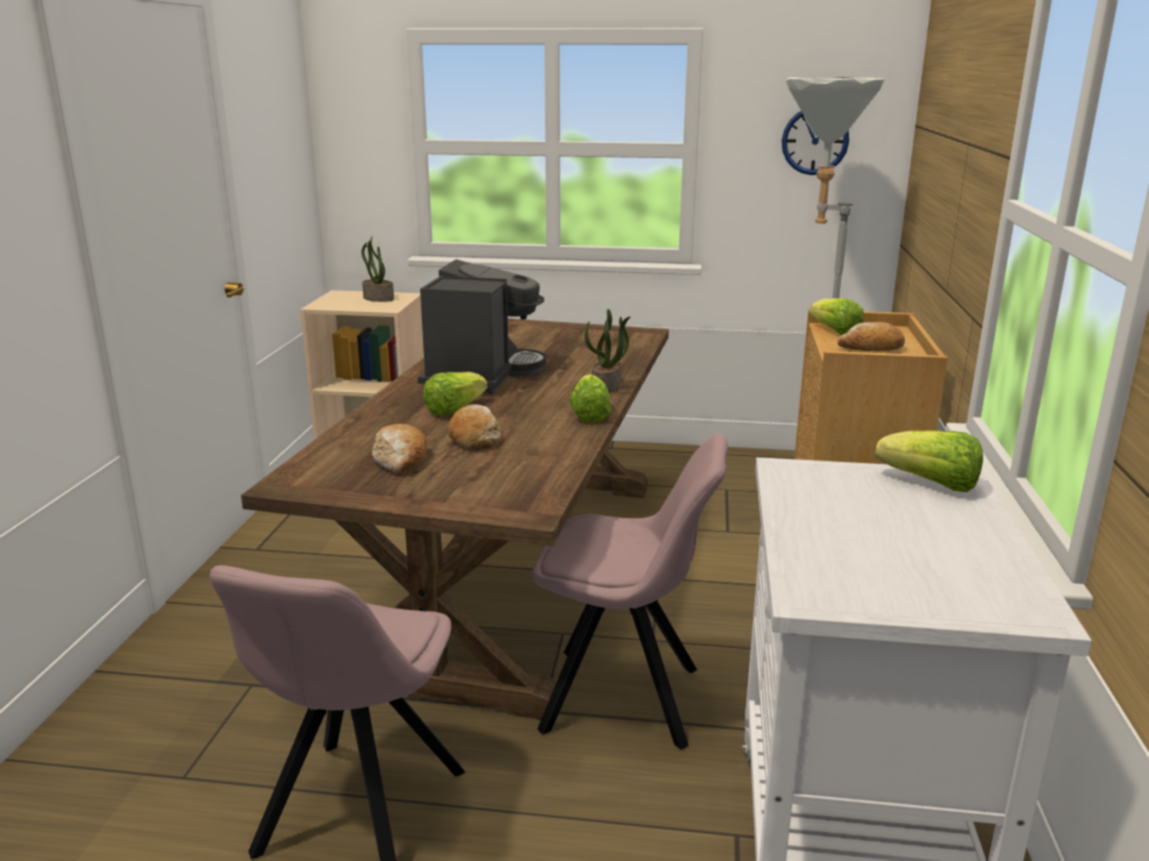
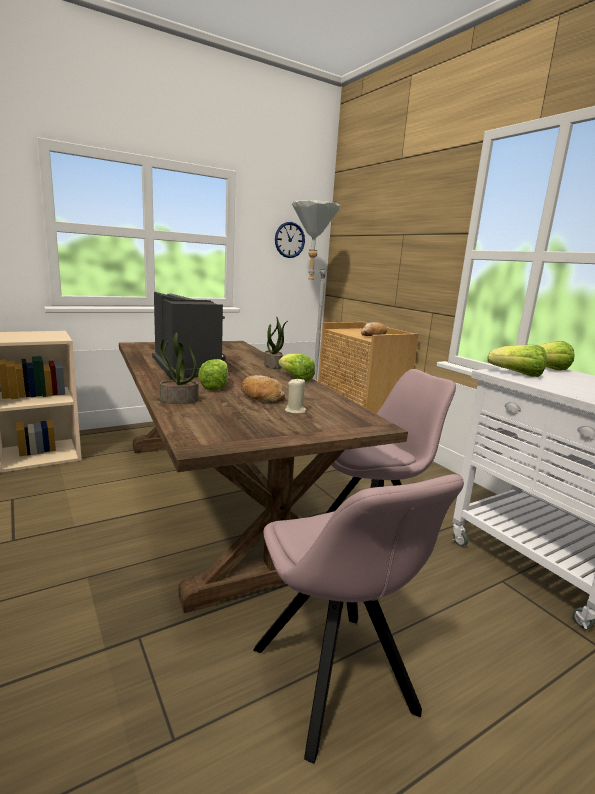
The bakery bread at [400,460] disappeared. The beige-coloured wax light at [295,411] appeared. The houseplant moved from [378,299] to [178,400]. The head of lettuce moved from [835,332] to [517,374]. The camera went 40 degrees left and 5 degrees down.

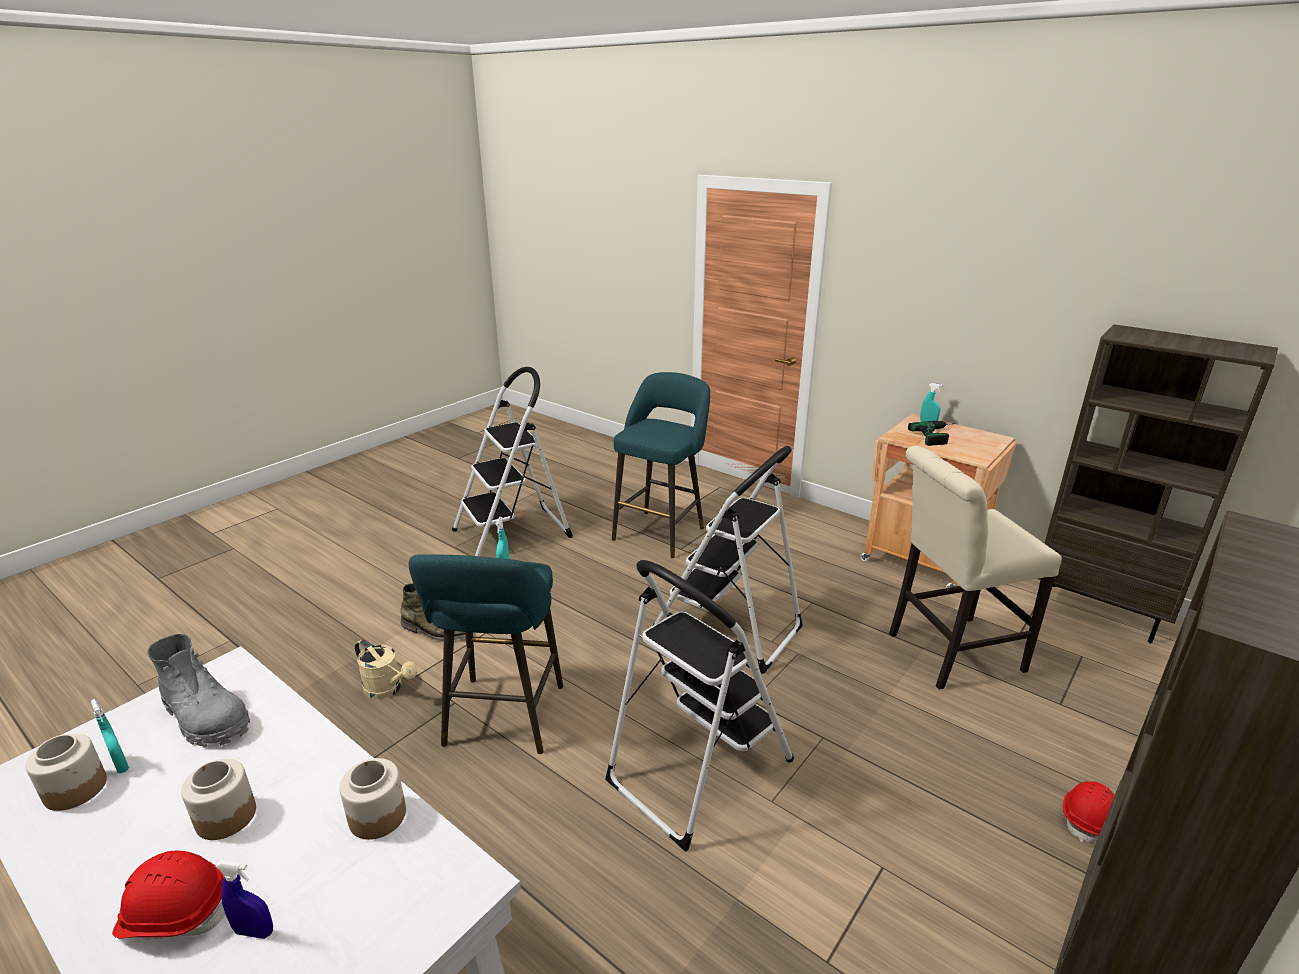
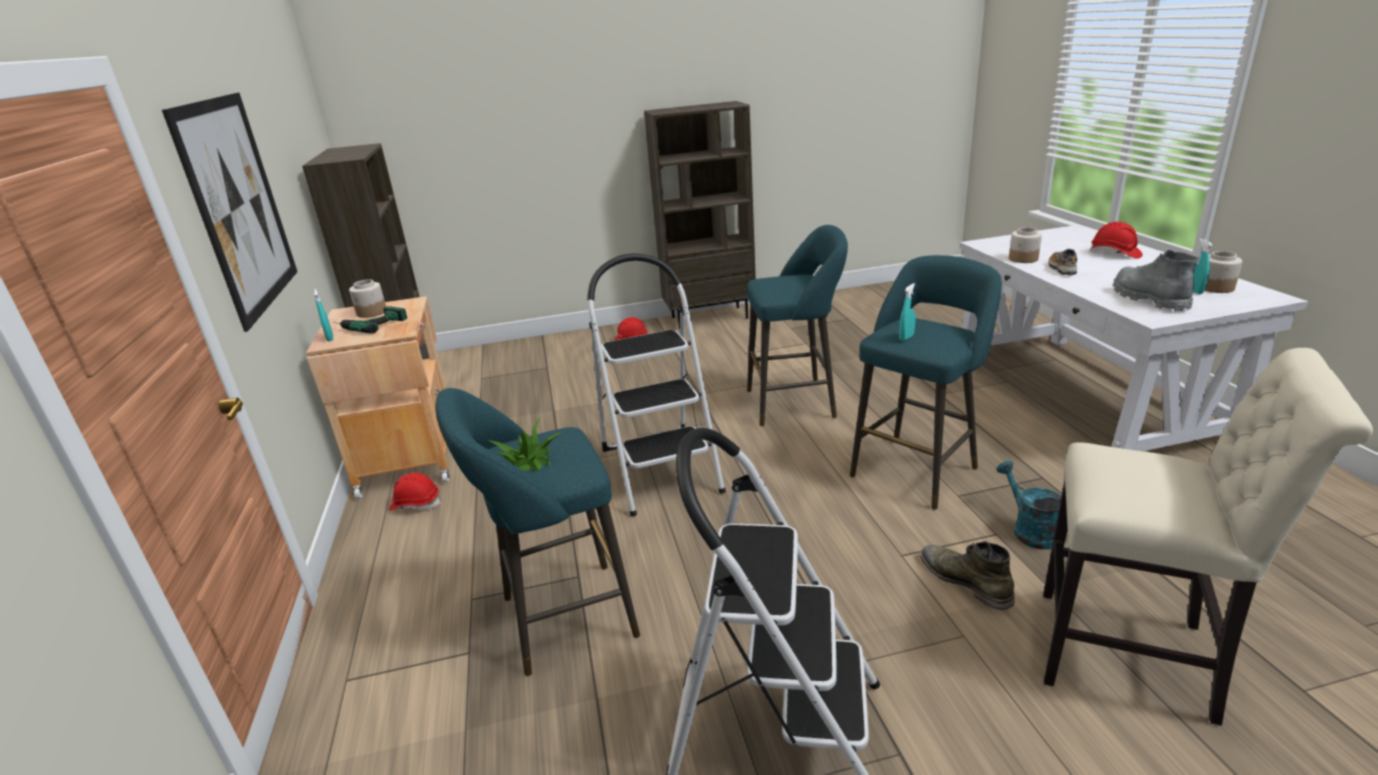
The blue-coloured sprayer at [254,931] disappeared. The wall art at [239,205] appeared. The red-coloured work helmet at [415,504] appeared. The houseplant at [528,461] appeared. The shoe at [1062,269] appeared. The jar moved from [225,816] to [371,312]. The beige-coloured stool seat moved from [947,653] to [1136,658]. The step ladder at [695,772] was replaced by the turquoise stool seat at [796,403]. The beige-coloured watering can at [388,689] became the turquoise watering can at [1029,530]. The camera went 140 degrees left and 0 degrees up.

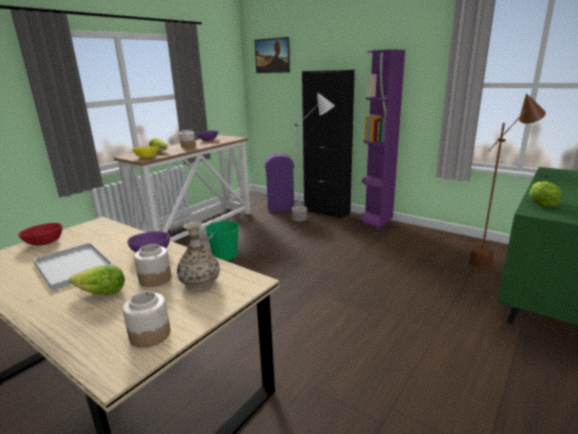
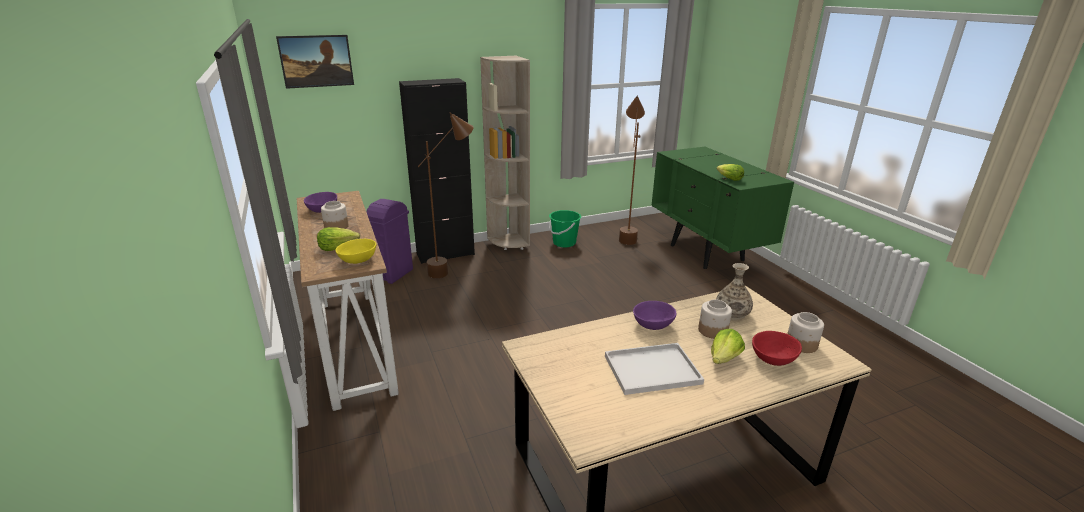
The red-coloured deep dish moved from [45,243] to [773,358]. The greenish water bucket moved from [225,255] to [564,243]. The grey standard lamp at [311,220] became the brown-coloured standard lamp at [453,269]. The purple-coloured shelving unit at [374,223] became the beige-coloured shelving unit at [509,245]. The camera went 60 degrees left and 5 degrees up.

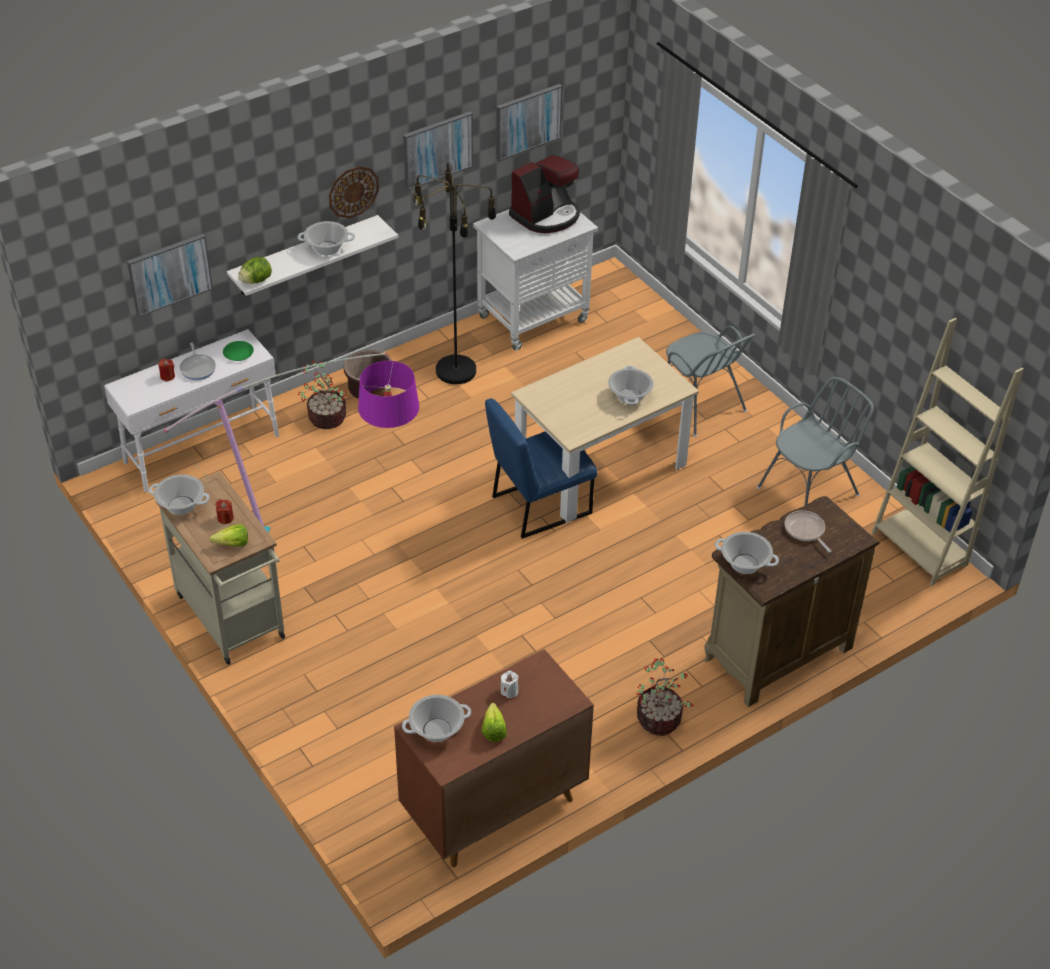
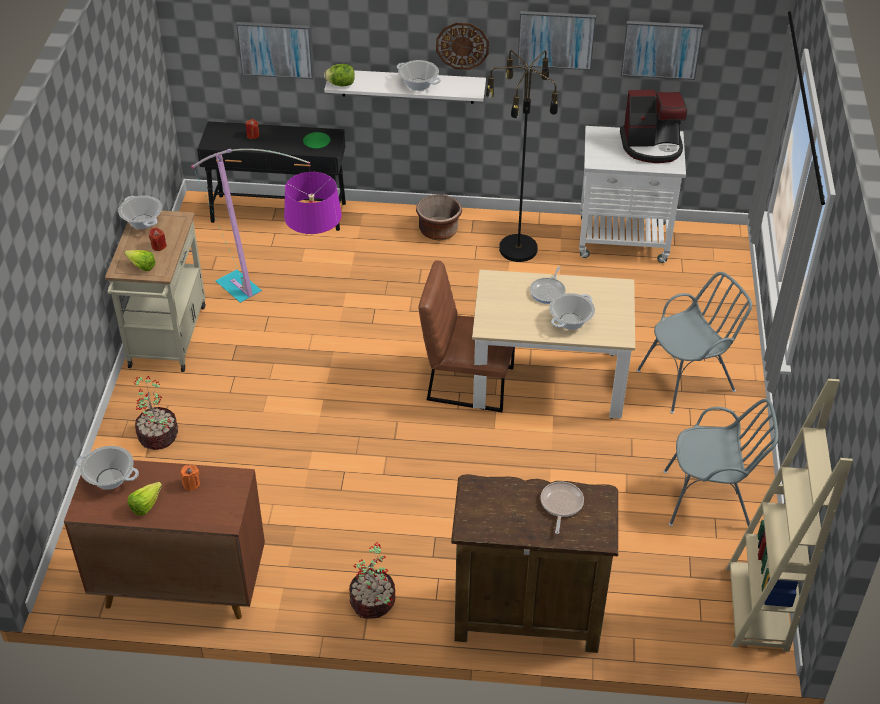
The cooking pot at [745,564] disappeared. The frying pan moved from [198,368] to [548,291]. The houseplant moved from [326,417] to [157,435]. The white-coloured narrow table at [202,450] became the blackish narrow table at [278,213]. The blue-coloured chair at [538,505] became the brown-coloured chair at [467,382]. The white-coloured wax light at [509,691] became the orange-coloured wax light at [191,484]. The grey chair at [700,406] turned 120 degrees counterclockwise. The camera went 40 degrees right and 0 degrees up.

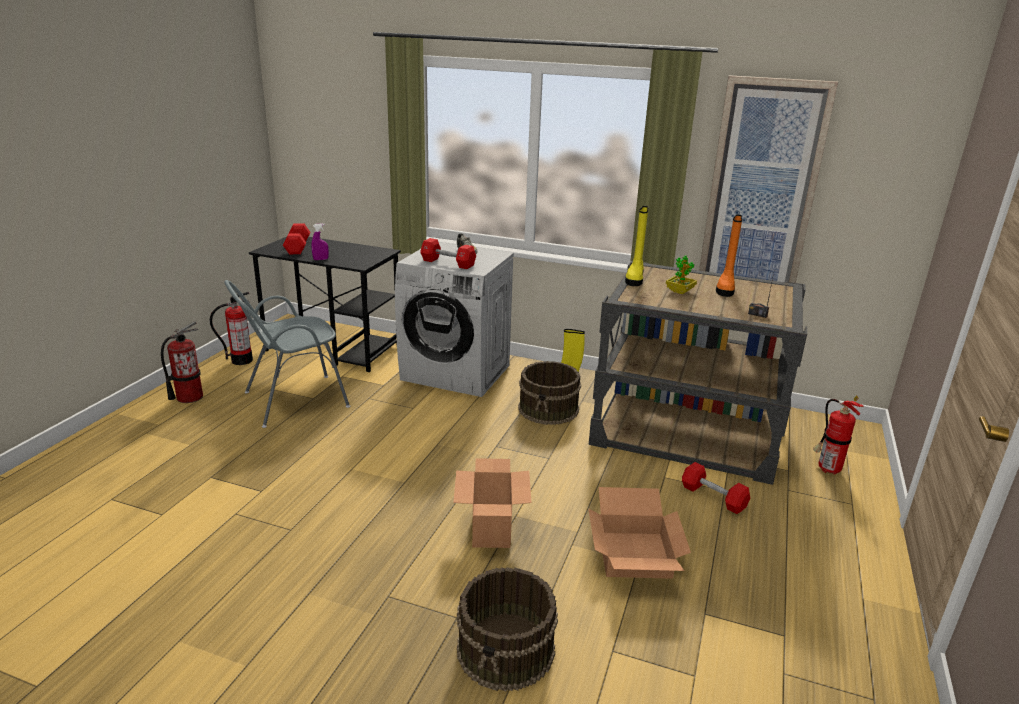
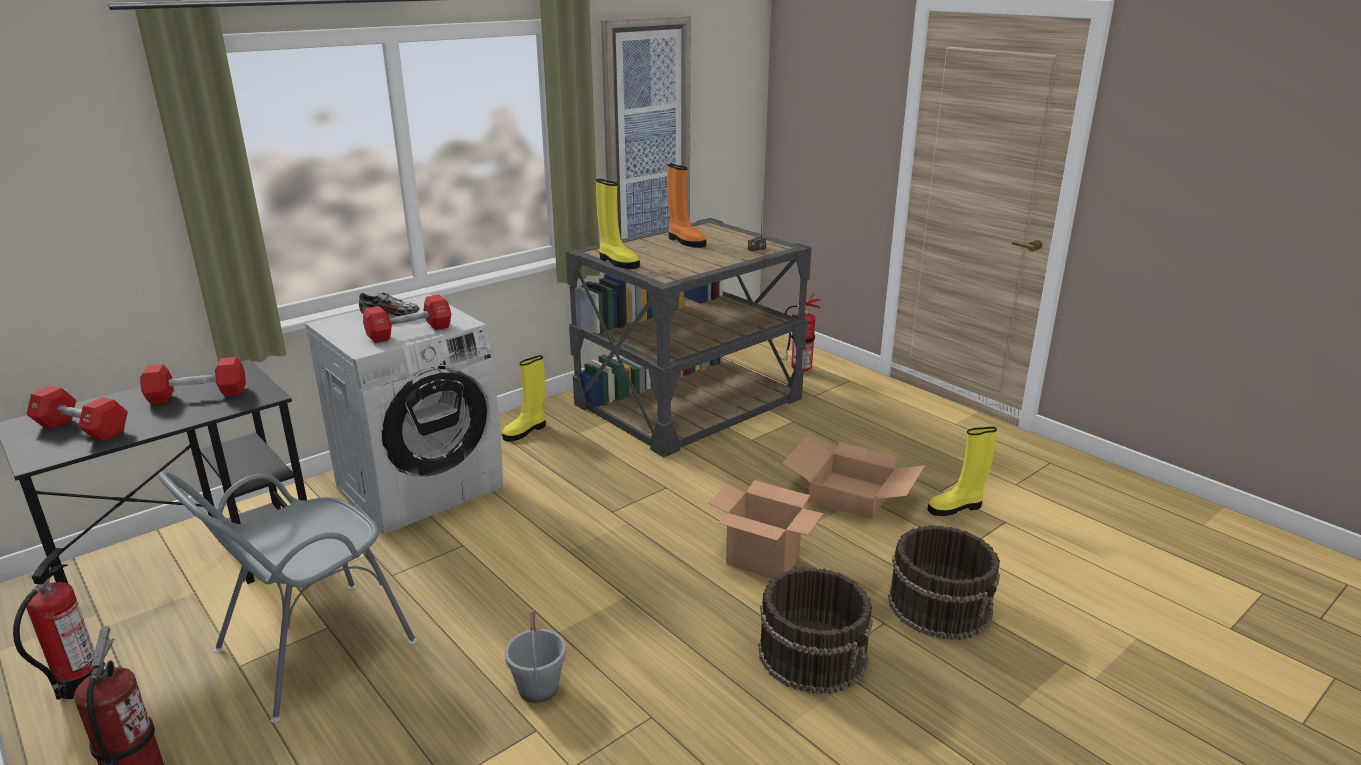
The purple-coloured sprayer at [321,259] disappeared. The houseplant at [679,291] disappeared. The grey water bucket at [538,688] appeared. The yellowish boot at [956,507] appeared. The brown-coloured water bucket moved from [549,409] to [813,654]. The red-coloured free weight moved from [713,497] to [197,395]. The grey chair at [292,400] turned 45 degrees clockwise. The camera went 60 degrees left and 0 degrees up.

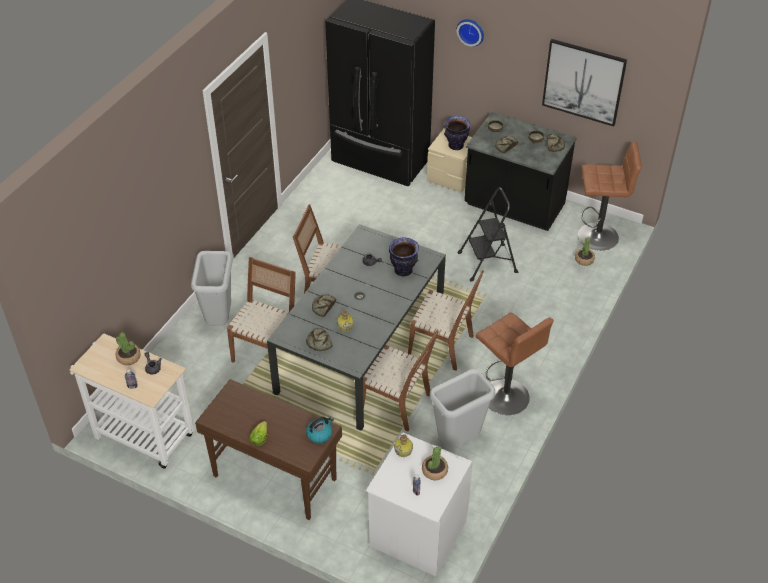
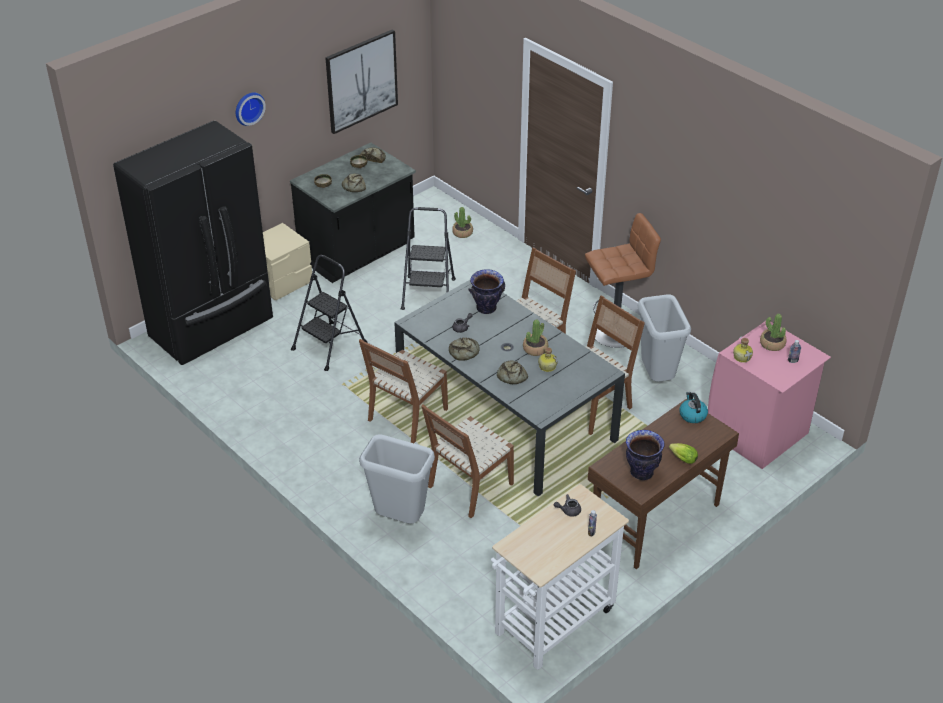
The brown-coloured stool seat at [598,237] disappeared. The blackish step ladder at [331,344] appeared. The houseplant moved from [129,357] to [535,349]. The bakery bread moved from [319,342] to [464,352]. The vase moved from [456,146] to [642,472]. The white-coloured laundry appliance at [416,534] became the pinkish laundry appliance at [757,433]. The chair at [266,349] turned 90 degrees counterclockwise. The camera went 70 degrees left and 5 degrees down.

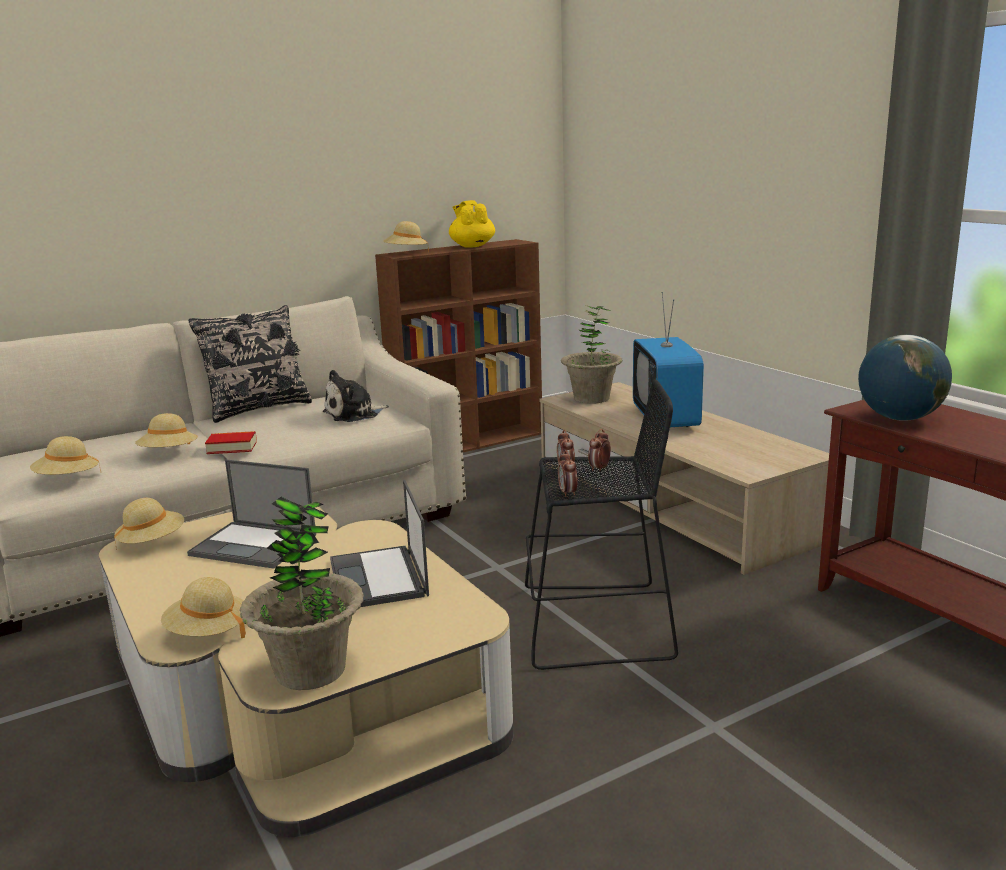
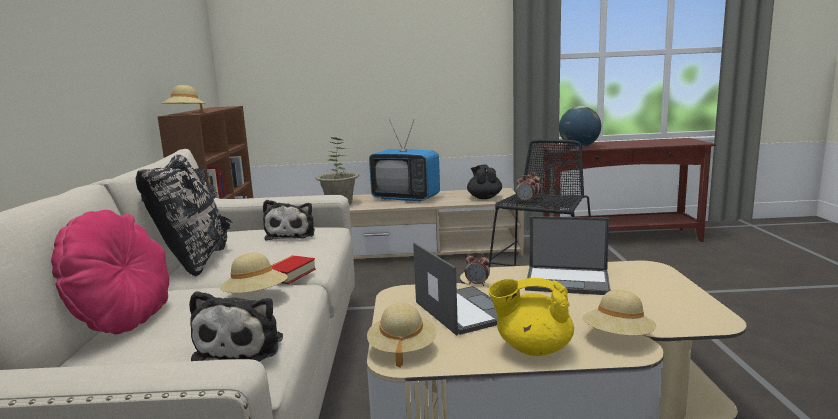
The houseplant at [310,670] disappeared. The pinkish cushion at [124,323] appeared. The blackish teapot at [484,197] appeared. The yellowish teapot moved from [472,246] to [532,348]. The bedside clock moved from [568,493] to [477,284]. The beige-coloured hat at [67,479] was replaced by the soft toy at [243,346]. The laptop at [255,545] turned 75 degrees counterclockwise. The camera went 60 degrees left and 5 degrees down.

